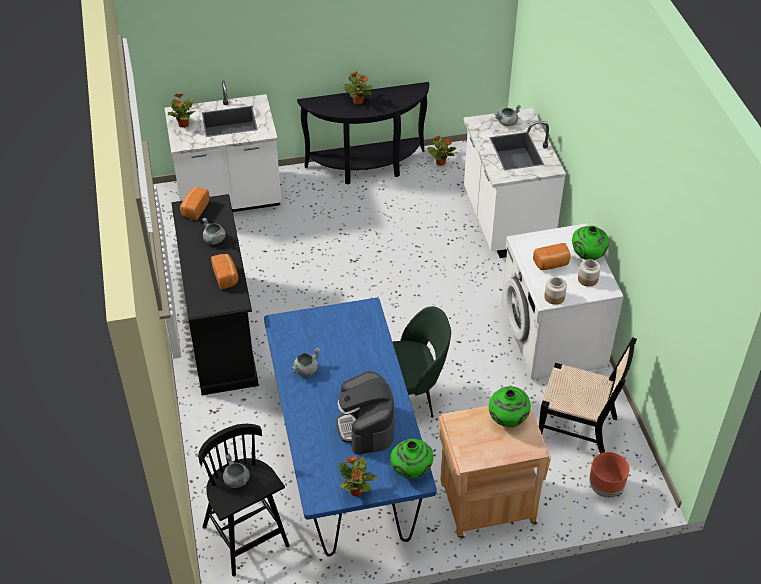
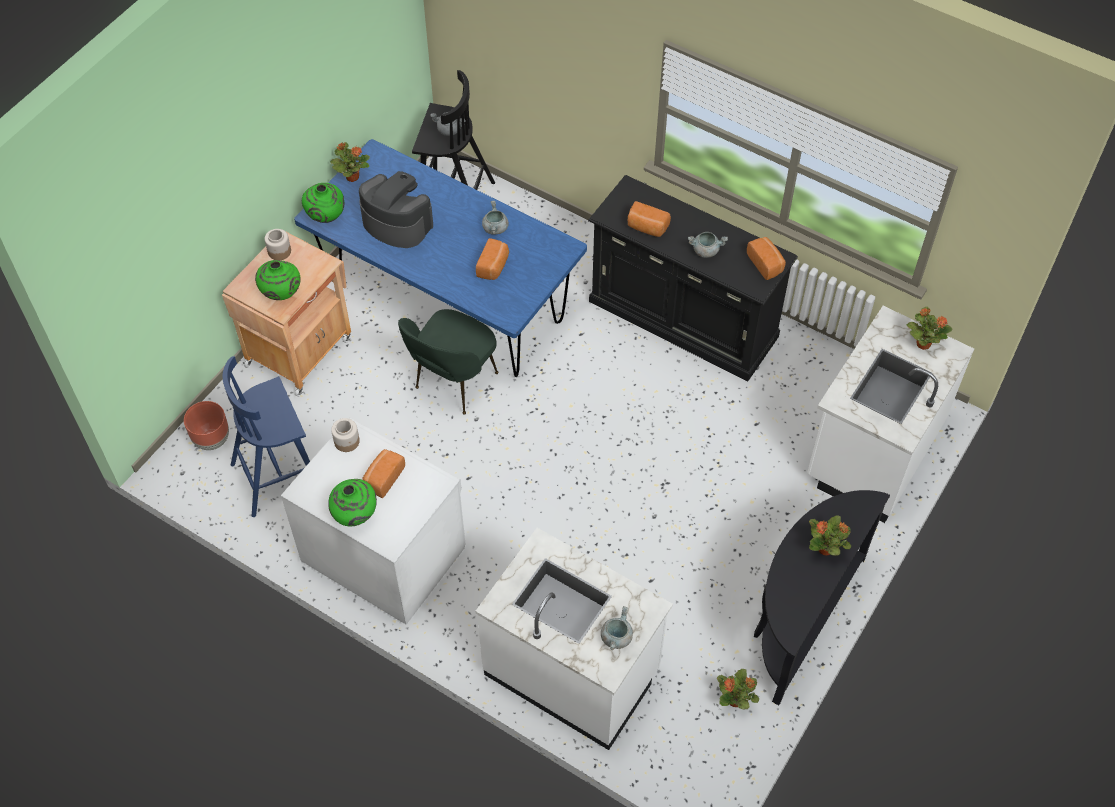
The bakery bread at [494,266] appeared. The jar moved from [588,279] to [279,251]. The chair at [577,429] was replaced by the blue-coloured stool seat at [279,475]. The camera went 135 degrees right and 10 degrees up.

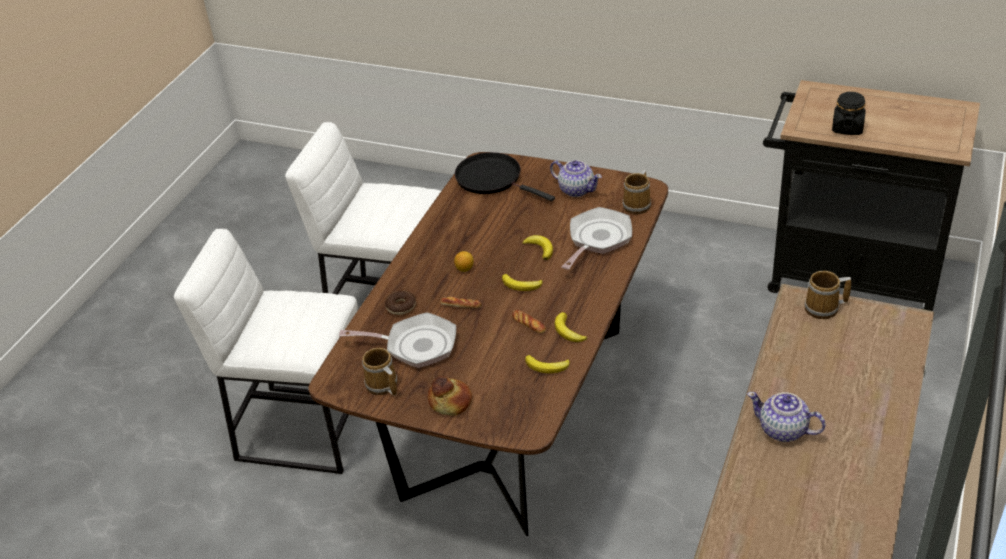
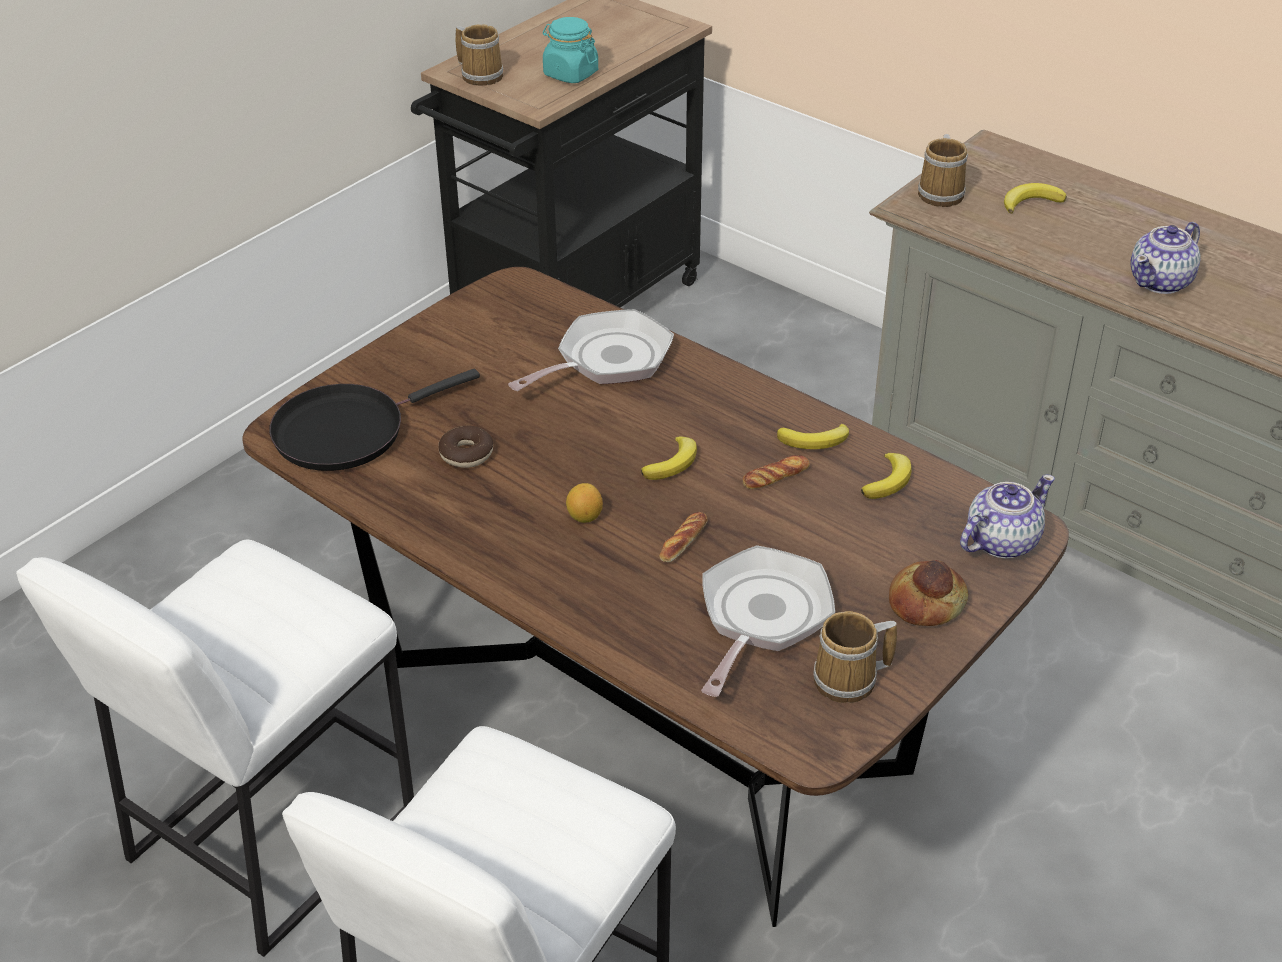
The doughnut moved from [401,306] to [466,454]. The banana moved from [540,249] to [1031,202]. The teapot moved from [576,189] to [1000,541]. The coffee mug moved from [638,205] to [481,75]. The blackish jar at [847,128] became the turquoise jar at [570,74]. The frying pan at [597,239] turned 90 degrees clockwise. The camera went 75 degrees left and 0 degrees up.

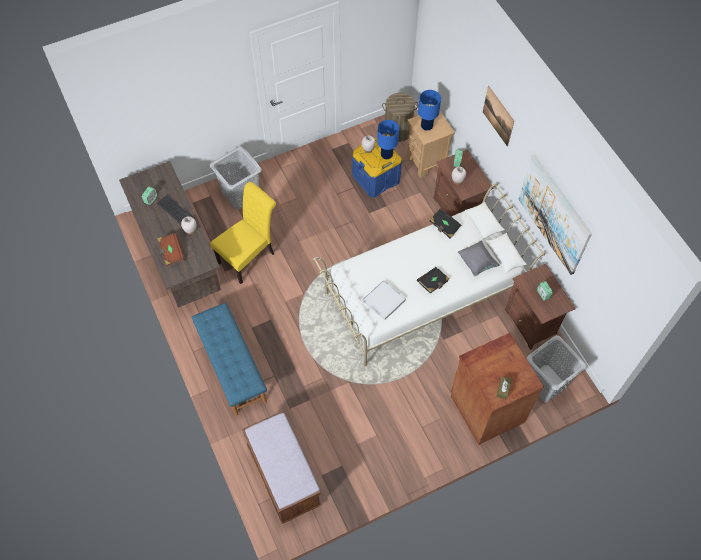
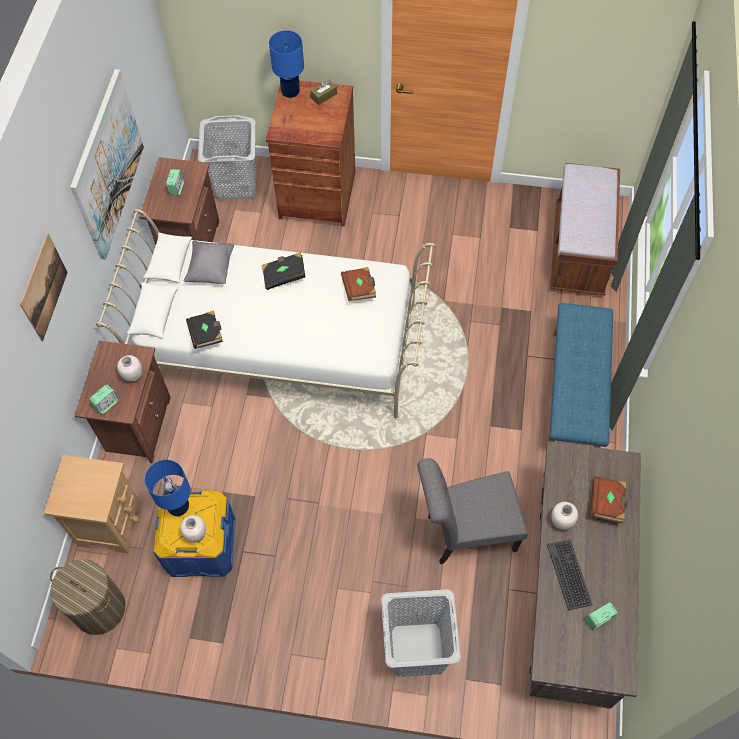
The blue-coloured tabletop lamp moved from [426,126] to [291,93]. The white-coloured serving tray at [384,301] was replaced by the brown-coloured volume at [359,289]. The yellowish chair at [249,256] became the grey chair at [465,533]. The camera went 145 degrees left and 0 degrees up.

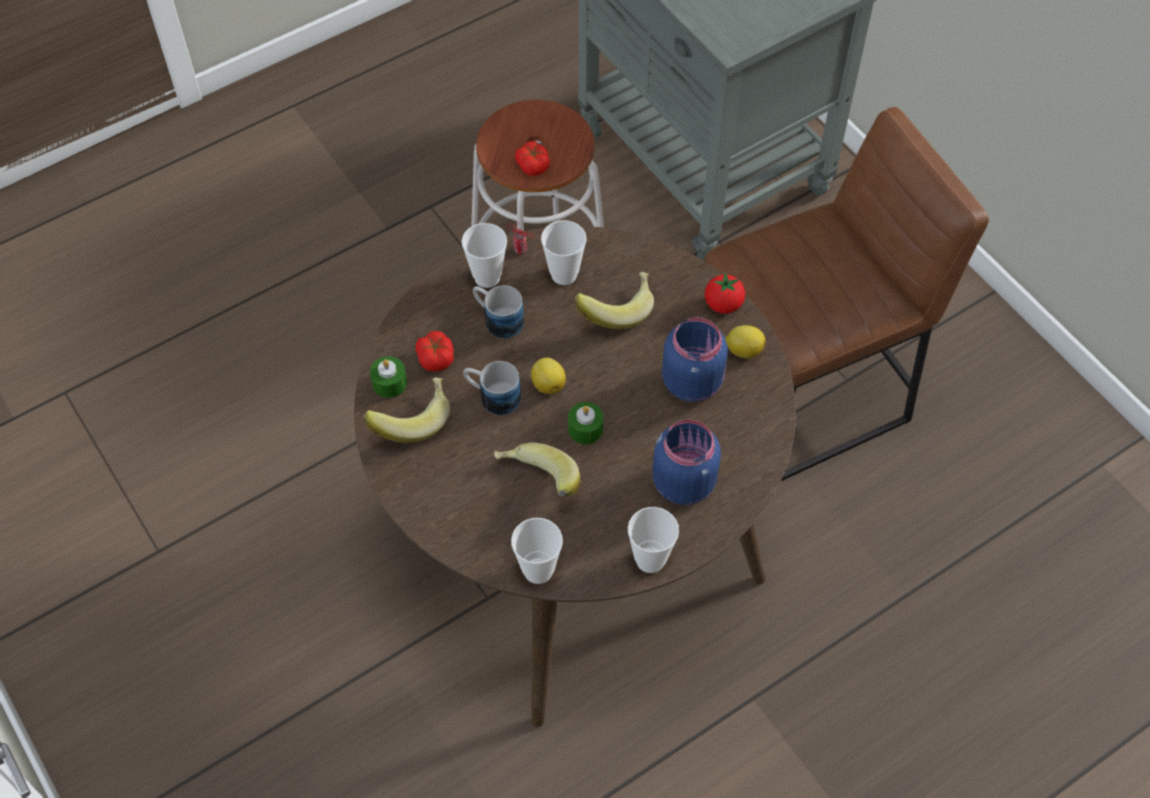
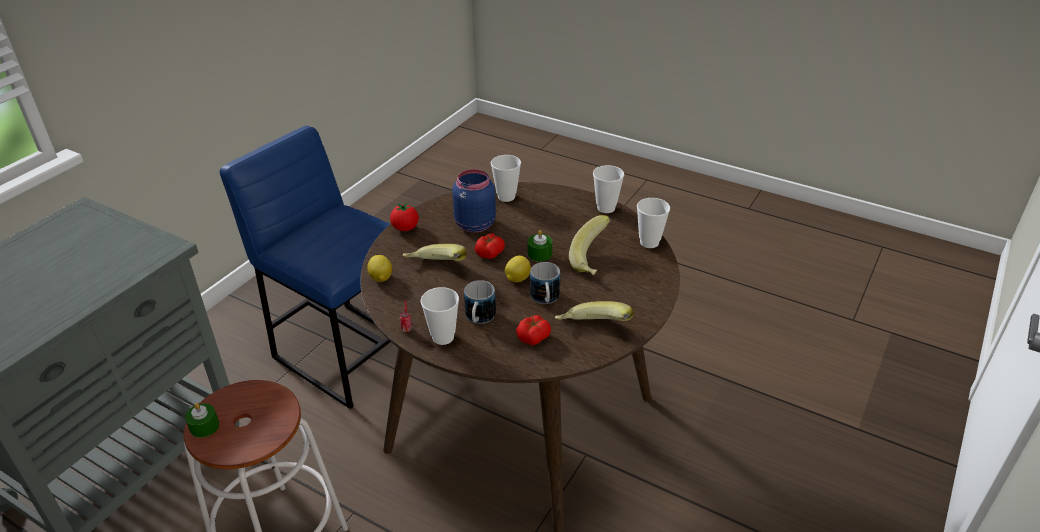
The blue-coloured jar at [683,481] disappeared. The greenish wax light moved from [389,383] to [204,426]. The whole tomato moved from [533,165] to [489,253]. The drinking cup moved from [564,274] to [506,197]. The lemon moved from [743,350] to [380,278]. The brown-coloured chair at [805,396] became the blue-coloured chair at [347,352]. The camera went 115 degrees left and 20 degrees down.

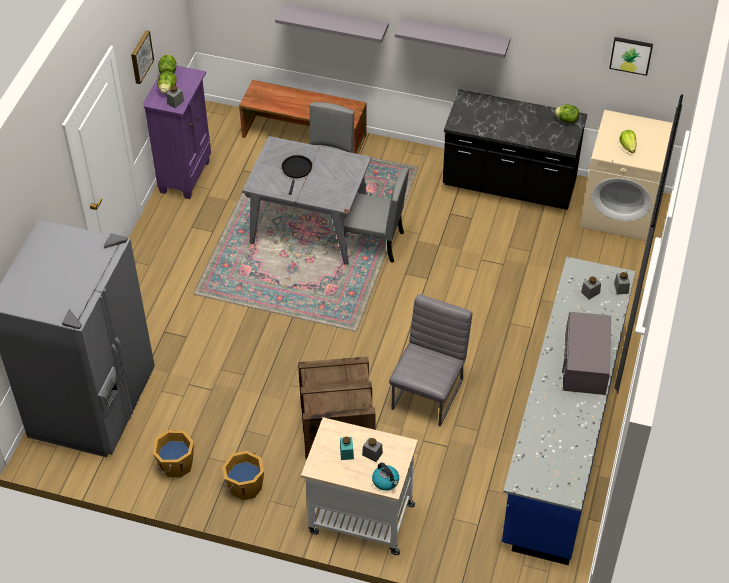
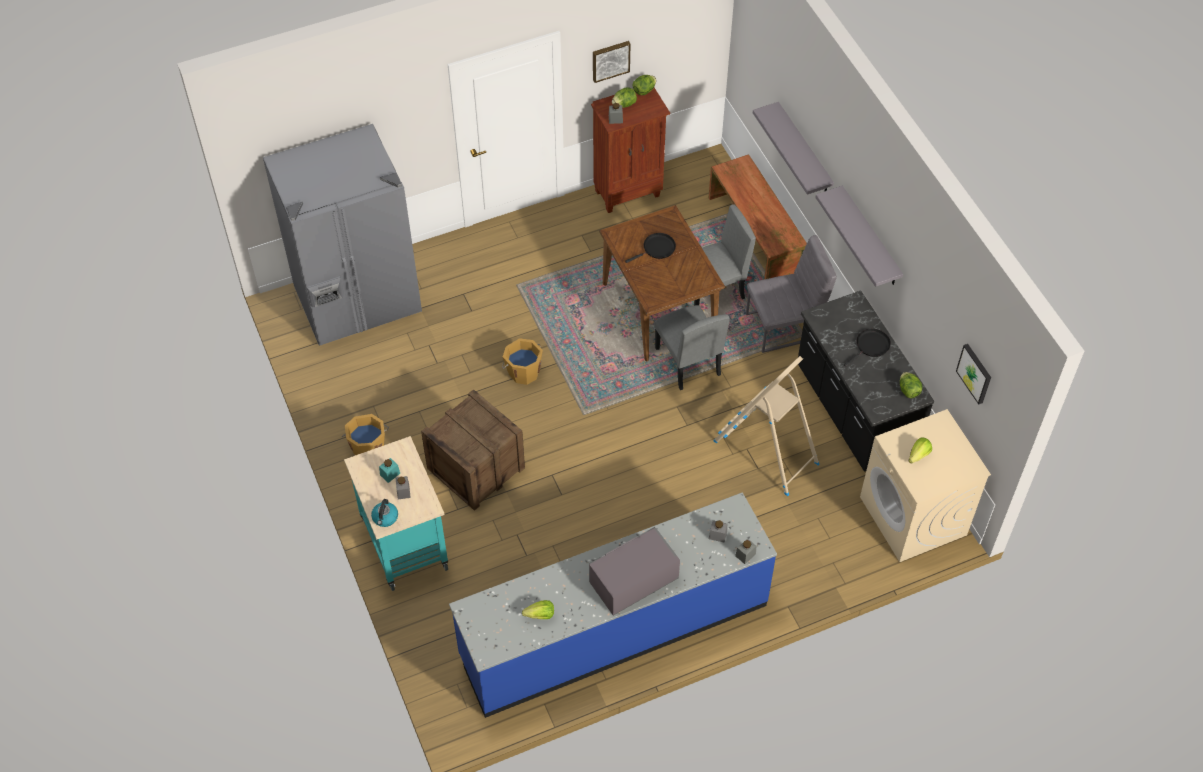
The head of lettuce at [540,615] appeared. The beige-coloured step ladder at [765,452] appeared. The blackish frying pan at [871,346] appeared. The orange-coloured water bucket moved from [175,464] to [523,371]. The grey chair moved from [429,392] to [784,326]. The purple-coloured storage cabinet at [186,177] became the brown-coloured storage cabinet at [628,194]. The grey dining table at [310,228] became the brown-coloured dining table at [659,310]. The white-coloured trolley at [360,519] became the turquoise trolley at [404,543]. The camera went 50 degrees right and 5 degrees up.

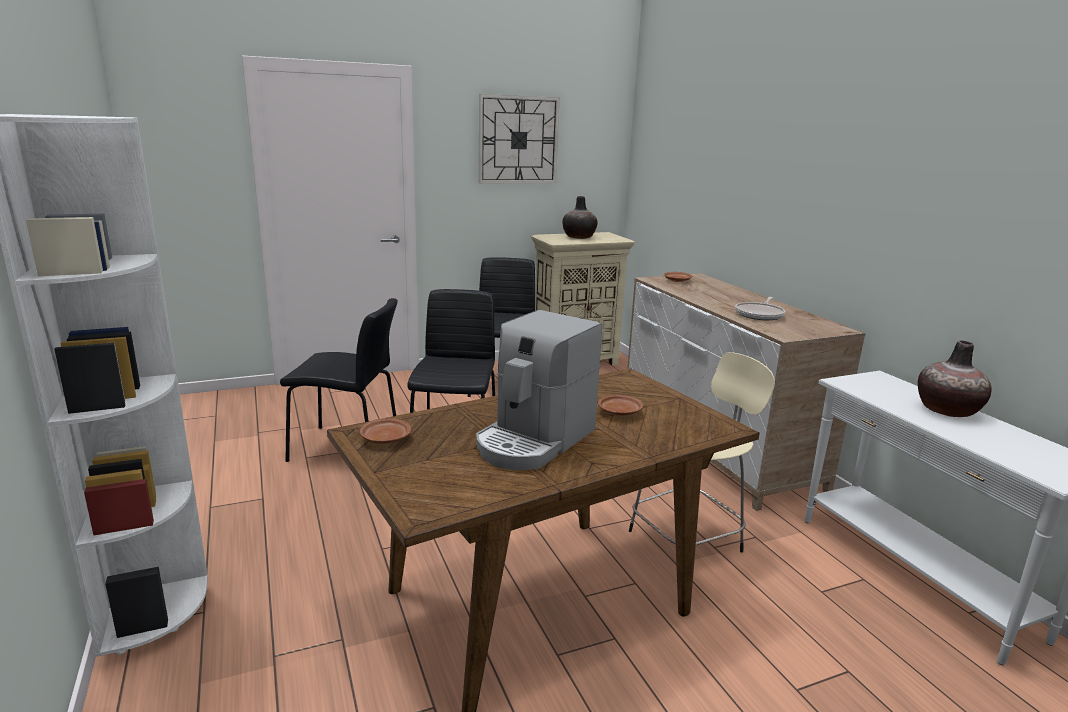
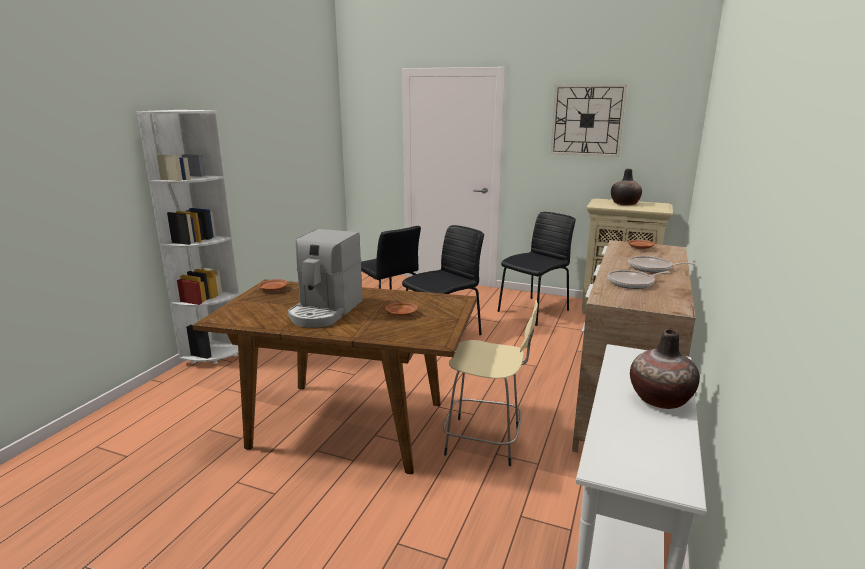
The frying pan at [652,268] appeared. The coffee maker at [534,441] turned 60 degrees counterclockwise. The camera went 45 degrees right and 0 degrees up.

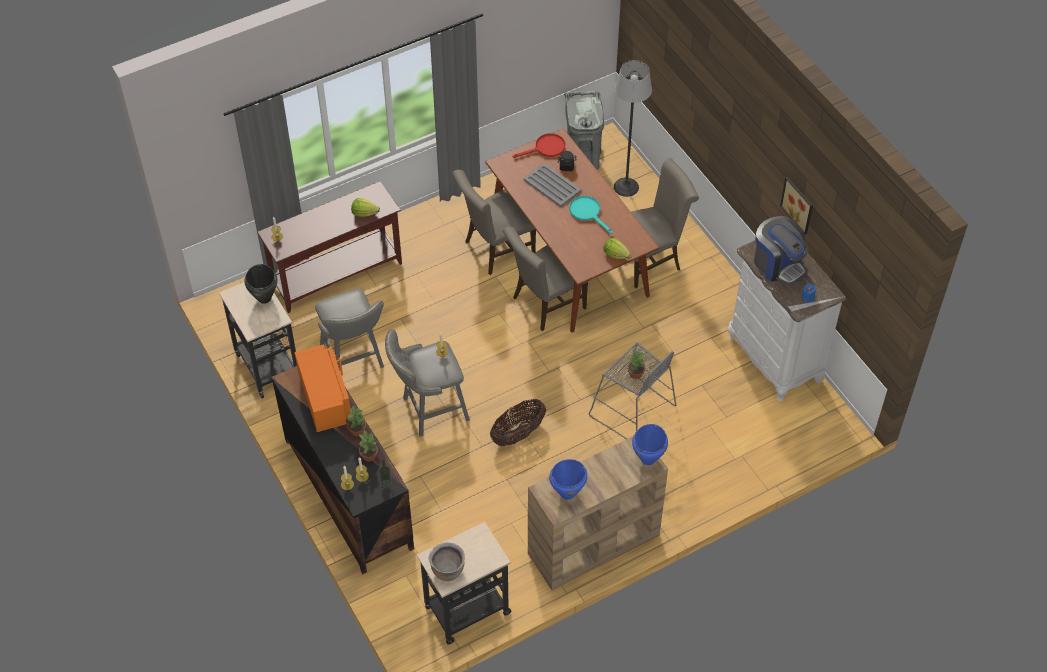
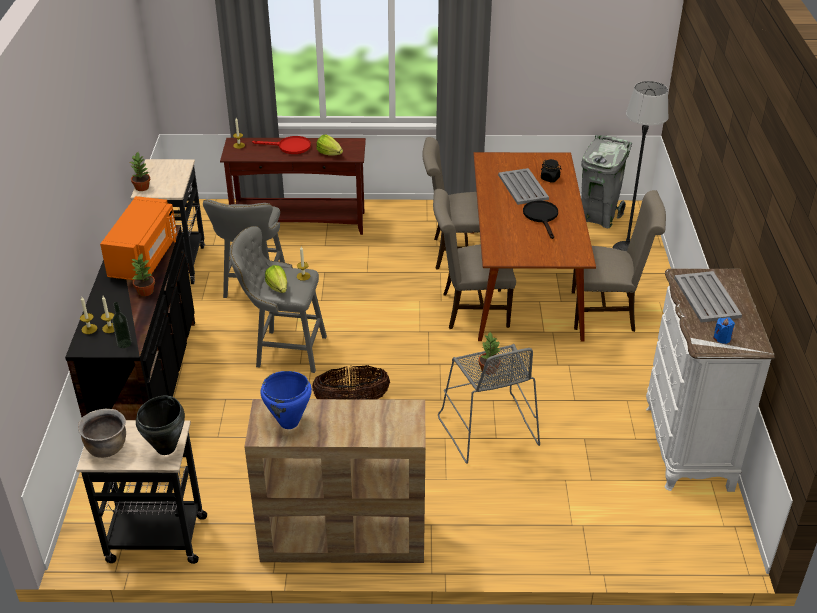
The blue-coloured cooking pot at [648,459] disappeared. The wall art at [798,204] disappeared. The blackish cooking pot moved from [264,298] to [166,448]. The houseplant moved from [369,455] to [142,187]. The red-coloured frying pan moved from [546,148] to [289,147]. The head of lettuce moved from [615,254] to [278,287]. The coffee maker at [778,264] was replaced by the grey serving tray at [706,297]. The turquoise frying pan at [588,212] became the blackish frying pan at [542,217]. The camera went 30 degrees right and 15 degrees down.

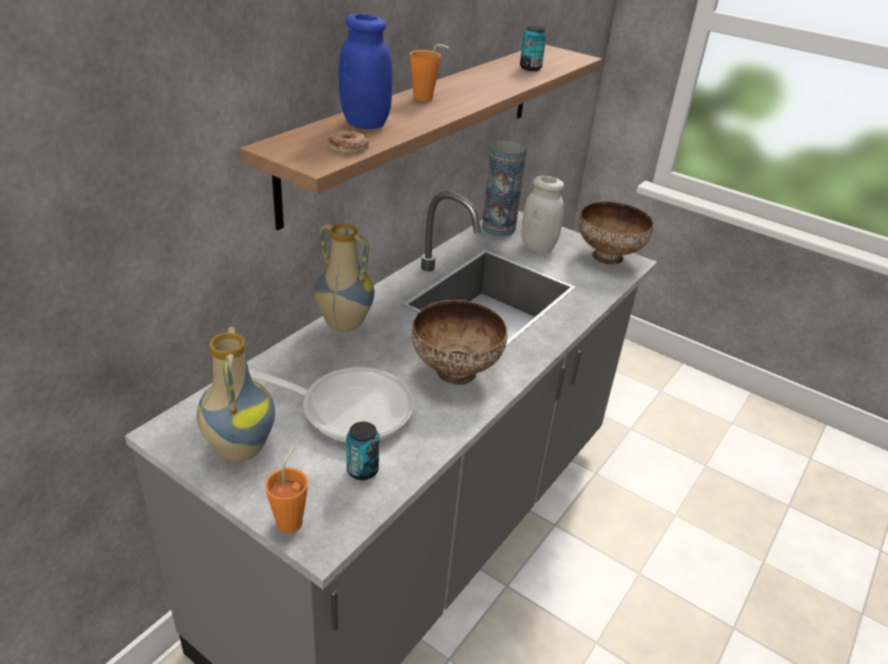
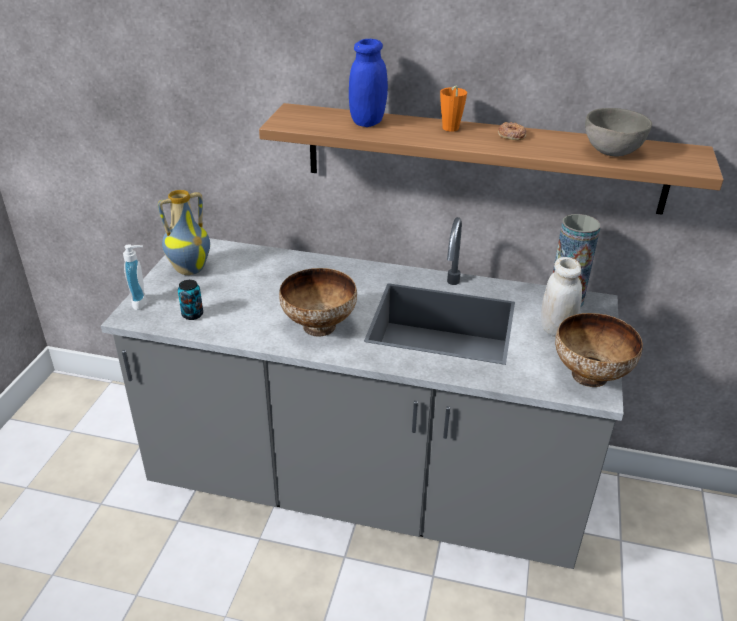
The frying pan at [347,409] disappeared. The vase at [343,324] disappeared. The doughnut moved from [348,147] to [511,135]. The orange-coloured drinking cup at [292,518] was replaced by the liquid soap bottle at [142,302]. The metal can at [530,68] was replaced by the grey deep dish at [611,152]. The camera went 70 degrees right and 0 degrees up.

